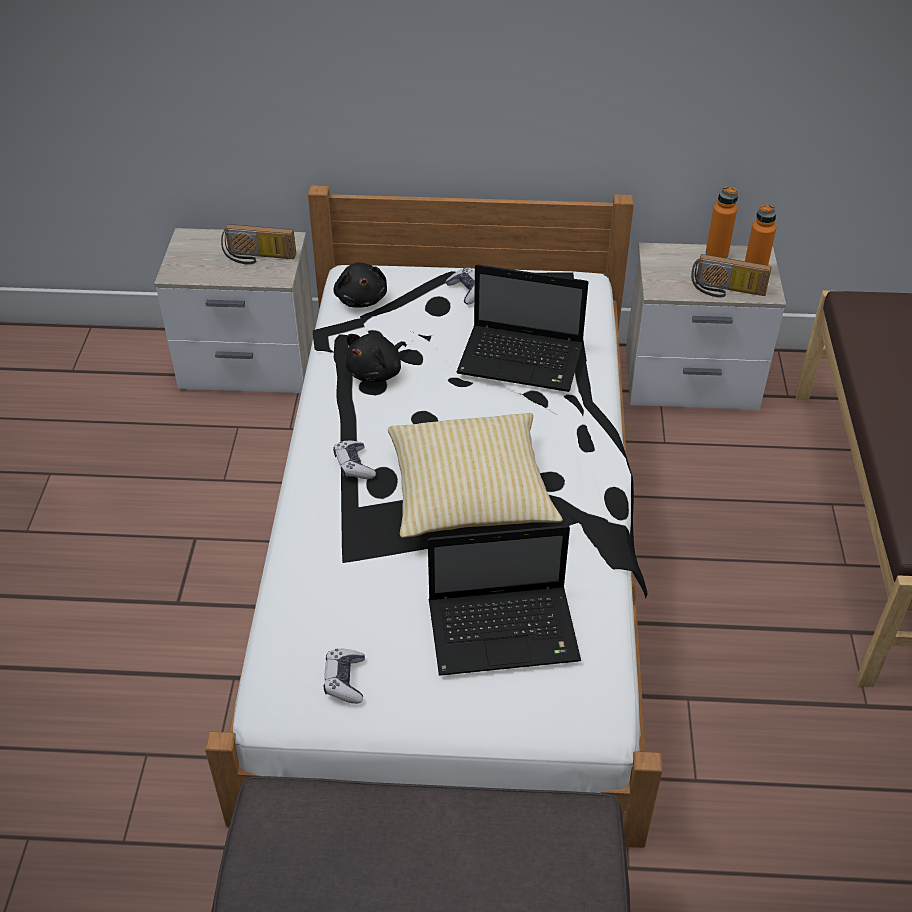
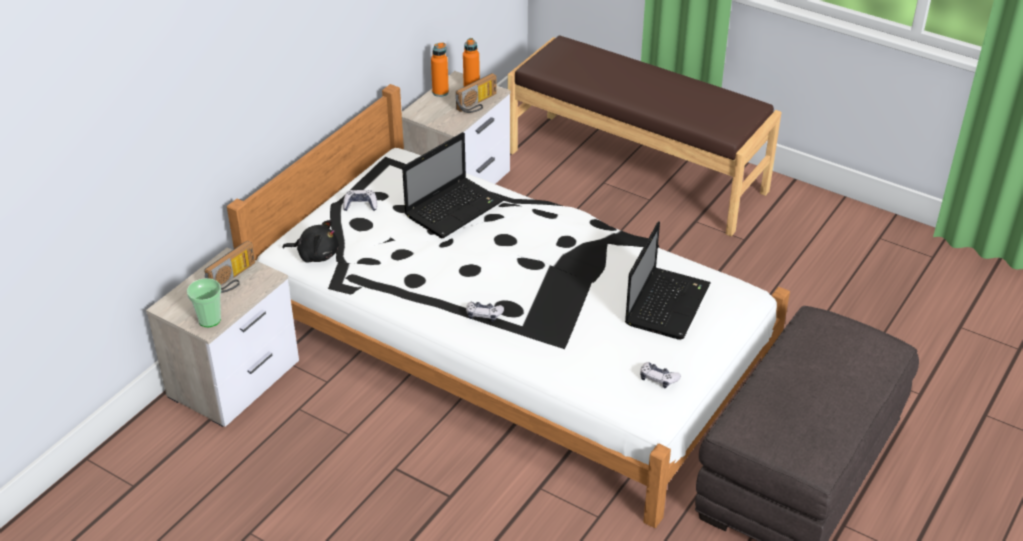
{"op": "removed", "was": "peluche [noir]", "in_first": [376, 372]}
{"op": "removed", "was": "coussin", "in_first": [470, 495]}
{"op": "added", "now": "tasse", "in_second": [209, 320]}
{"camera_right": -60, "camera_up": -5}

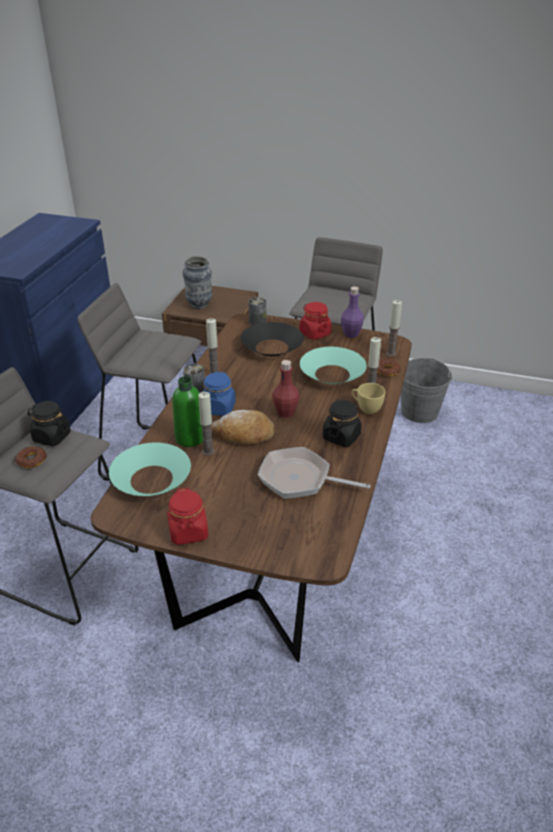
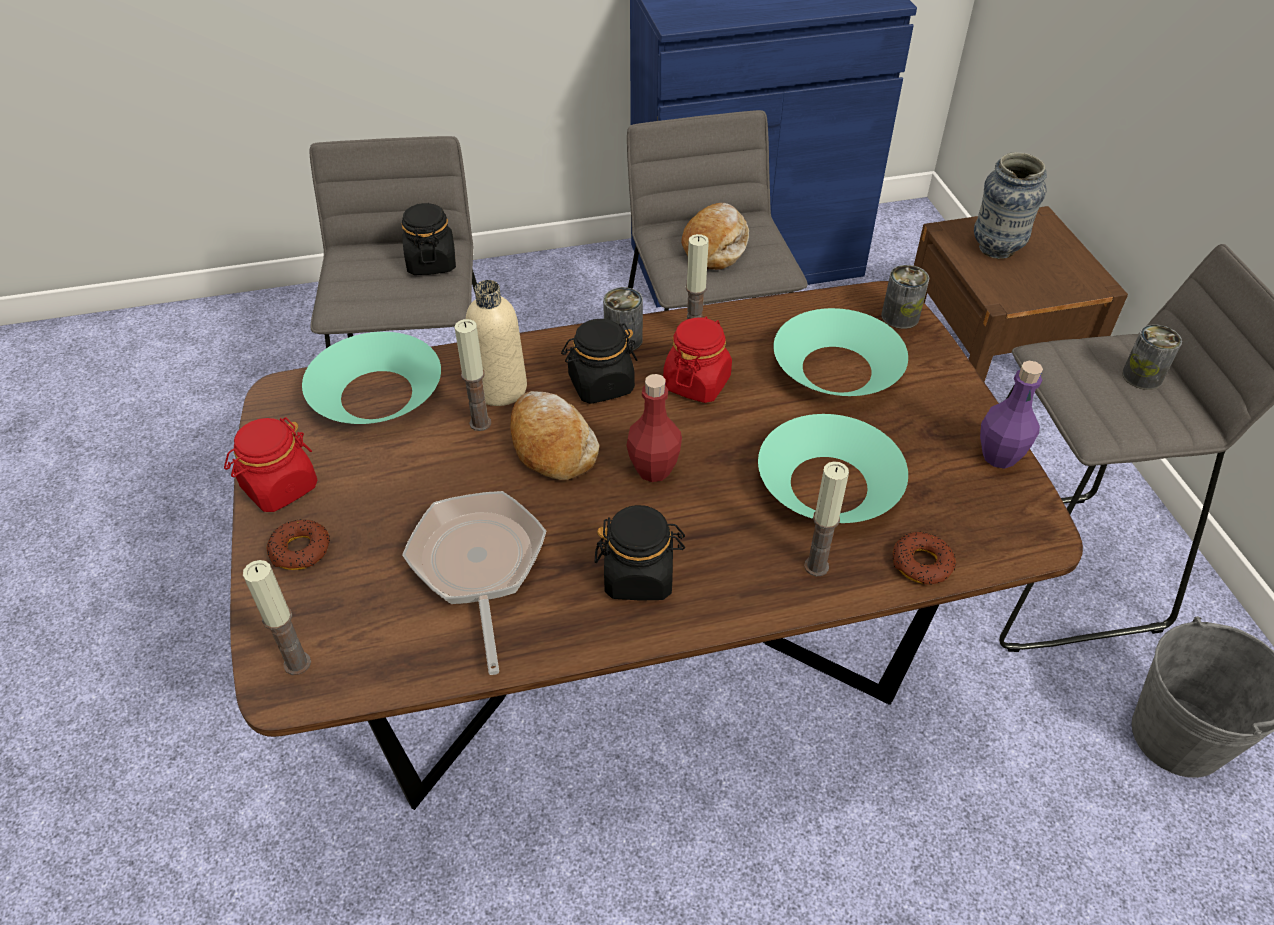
{"op": "moved", "was": "beignet", "in_first": [32, 460], "in_second": [300, 550]}
{"op": "recoloured", "was": "bouteille [vert]", "now": "bouteille [beige]", "in_first": [190, 438], "in_second": [500, 388]}
{"op": "recoloured", "was": "bocal [bleu]", "now": "bocal [noir]", "in_first": [218, 408], "in_second": [600, 385]}
{"op": "recoloured", "was": "bol [noir]", "now": "bol [turquoise]", "in_first": [272, 347], "in_second": [837, 368]}
{"op": "moved", "was": "bocal [rouge]", "in_first": [314, 333], "in_second": [696, 383]}
{"op": "removed", "was": "tasse [jaune]", "in_first": [366, 408]}
{"op": "moved", "was": "bougie", "in_first": [391, 353], "in_second": [297, 663]}
{"op": "added", "now": "pain", "in_second": [715, 246]}
{"op": "added", "now": "boîte métallique", "in_second": [1142, 376]}
{"camera_right": 60, "camera_up": 10}

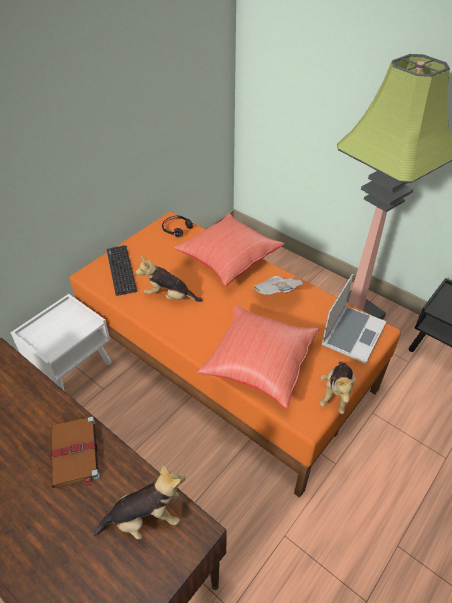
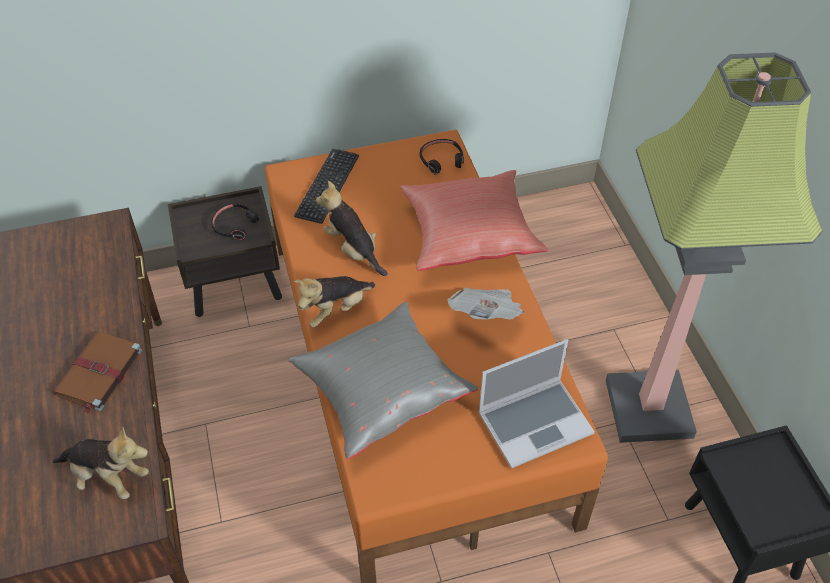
{"op": "recoloured", "was": "table de chevet [blanc]", "now": "table de chevet [marron]", "in_first": [74, 370], "in_second": [236, 285]}
{"op": "recoloured", "was": "coussin [rouge]", "now": "coussin [gris]", "in_first": [258, 363], "in_second": [381, 391]}
{"op": "moved", "was": "peluche", "in_first": [336, 393], "in_second": [335, 310]}
{"op": "added", "now": "casque audio [noir]", "in_second": [234, 225]}
{"camera_right": 35, "camera_up": 5}

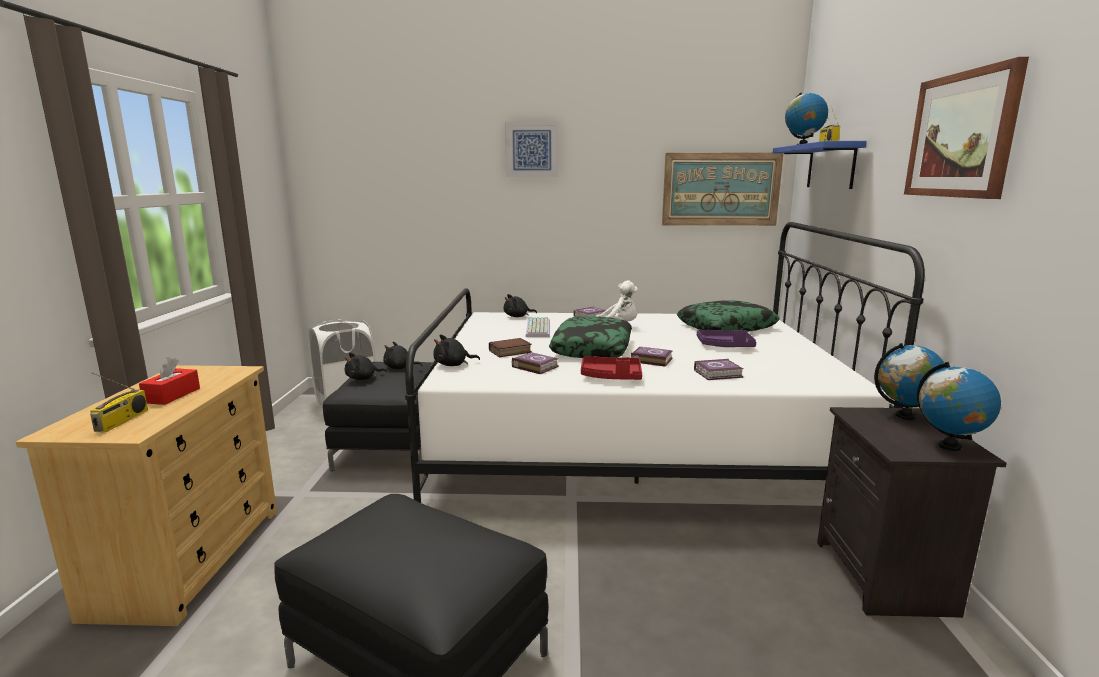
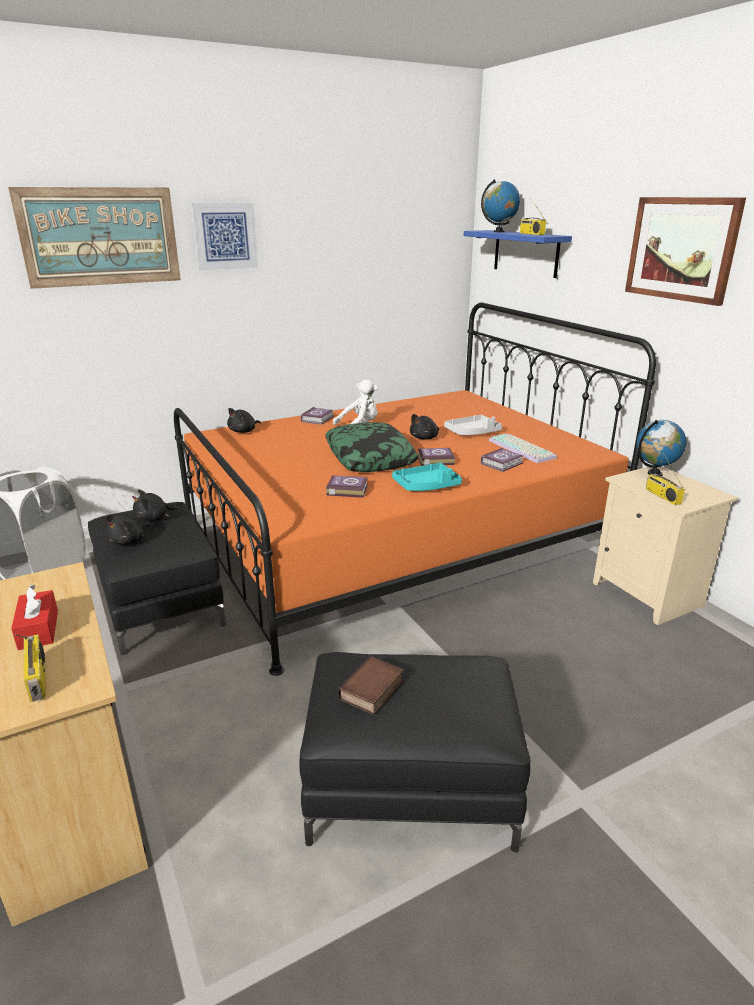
{"op": "recoloured", "was": "lit [blanc]", "now": "lit [orange]", "in_first": [628, 447], "in_second": [394, 541]}
{"op": "moved", "was": "peluche [noir]", "in_first": [453, 365], "in_second": [425, 438]}
{"op": "moved", "was": "livre", "in_first": [510, 352], "in_second": [372, 691]}
{"op": "moved", "was": "clavier", "in_first": [539, 328], "in_second": [523, 449]}
{"op": "recoloured", "was": "plateau [rouge]", "now": "plateau [turquoise]", "in_first": [611, 377], "in_second": [426, 486]}
{"op": "moved", "was": "tableau", "in_first": [721, 189], "in_second": [100, 237]}
{"op": "removed", "was": "coussin", "in_first": [726, 327]}
{"op": "recoloured", "was": "plateau [violet]", "now": "plateau [gris]", "in_first": [725, 346], "in_second": [472, 432]}
{"op": "recoloured", "was": "table de chevet [noir]", "now": "table de chevet [beige]", "in_first": [886, 578], "in_second": [649, 594]}
{"op": "removed", "was": "globe", "in_first": [949, 446]}
{"op": "added", "now": "radio", "in_second": [662, 496]}
{"camera_right": -30, "camera_up": 10}

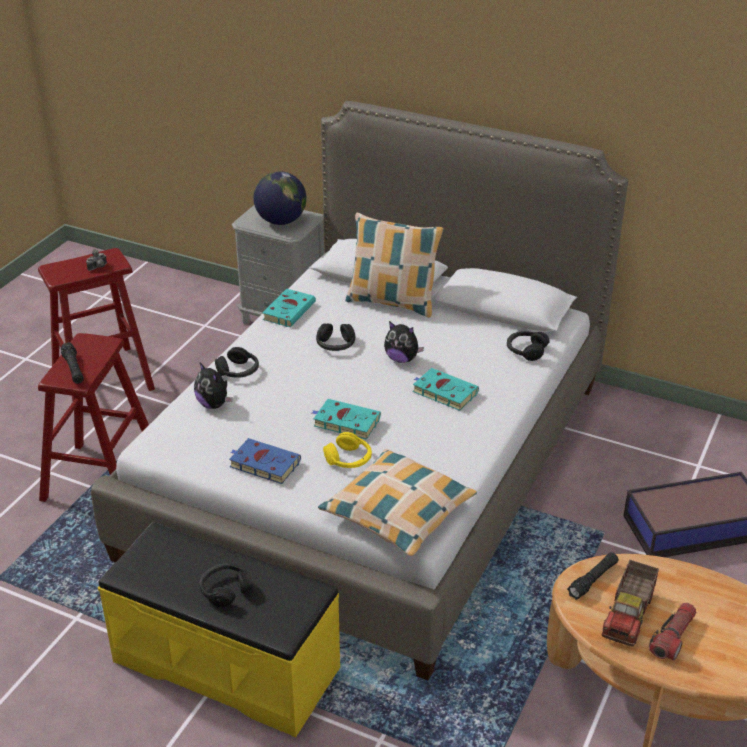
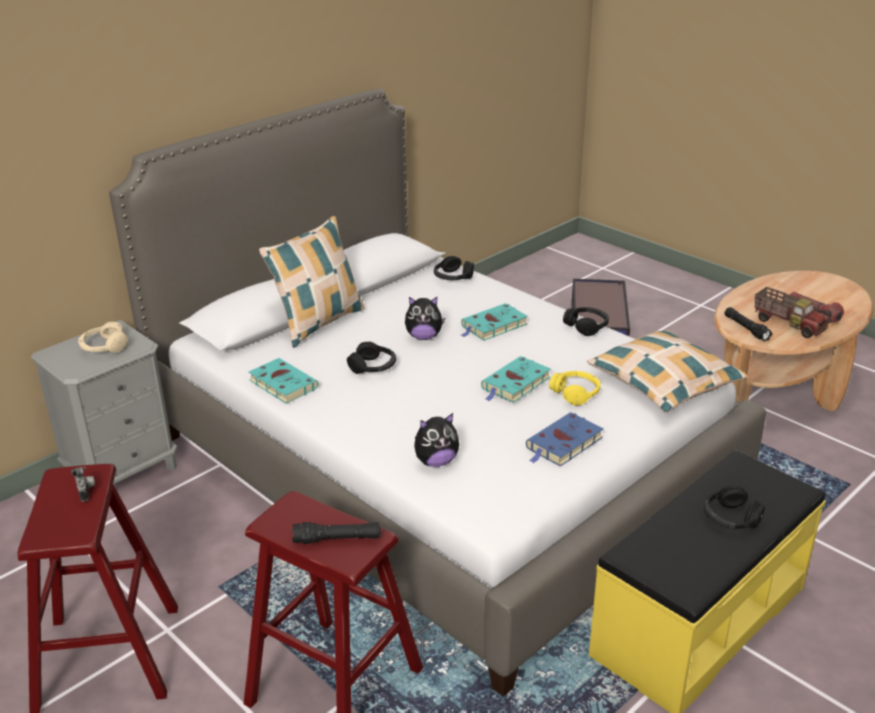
{"op": "moved", "was": "casque audio [noir]", "in_first": [238, 371], "in_second": [586, 326]}
{"op": "replaced", "was": "globe", "now": "casque audio [beige]", "in_first": [281, 221], "in_second": [104, 347]}
{"op": "turned", "was": "peluche", "in_first": [402, 359], "in_second": [424, 337], "clockwise": 45}
{"camera_right": -70, "camera_up": -5}

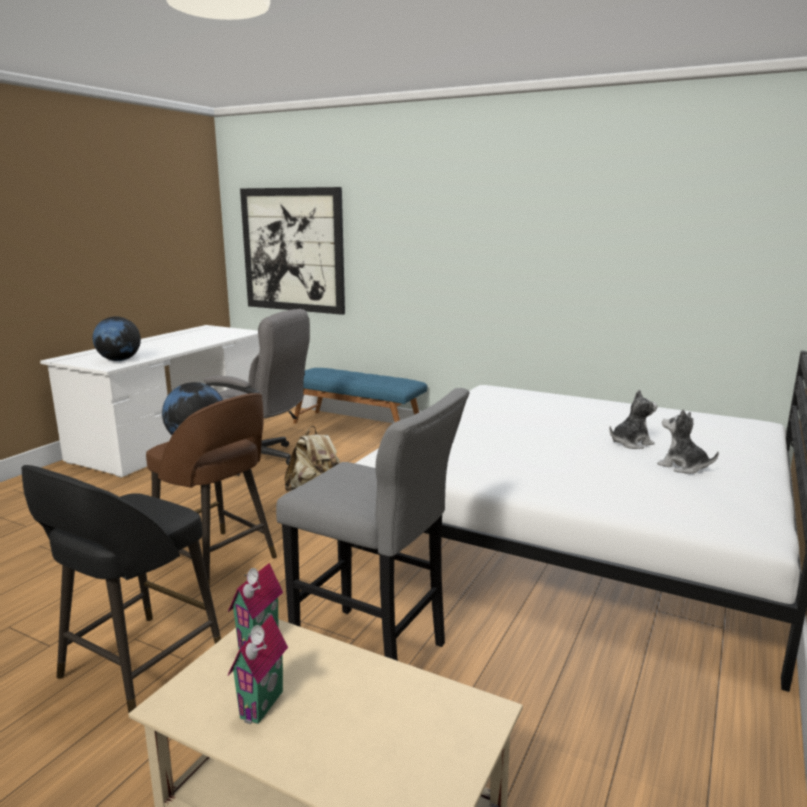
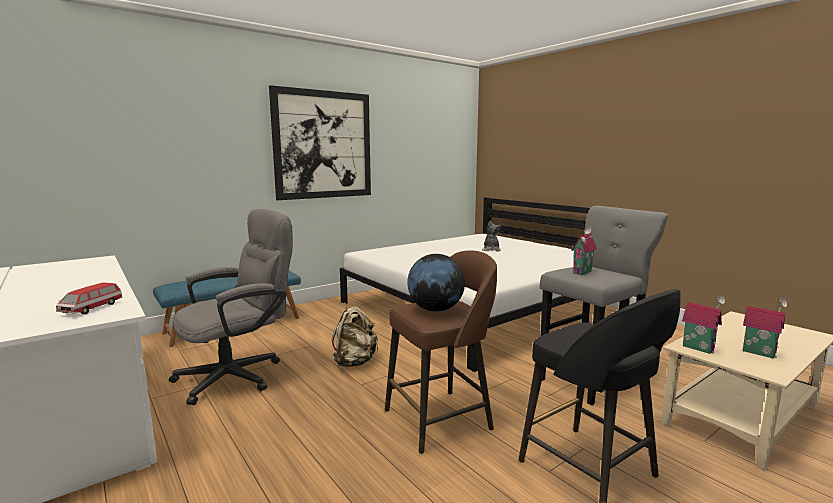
{"op": "replaced", "was": "globe", "now": "petite voiture", "in_first": [119, 360], "in_second": [91, 308]}
{"op": "moved", "was": "tableau", "in_first": [293, 250], "in_second": [323, 145]}
{"op": "removed", "was": "peluche", "in_first": [682, 467]}
{"op": "added", "now": "maison miniature", "in_second": [583, 272]}
{"camera_right": -65, "camera_up": -5}

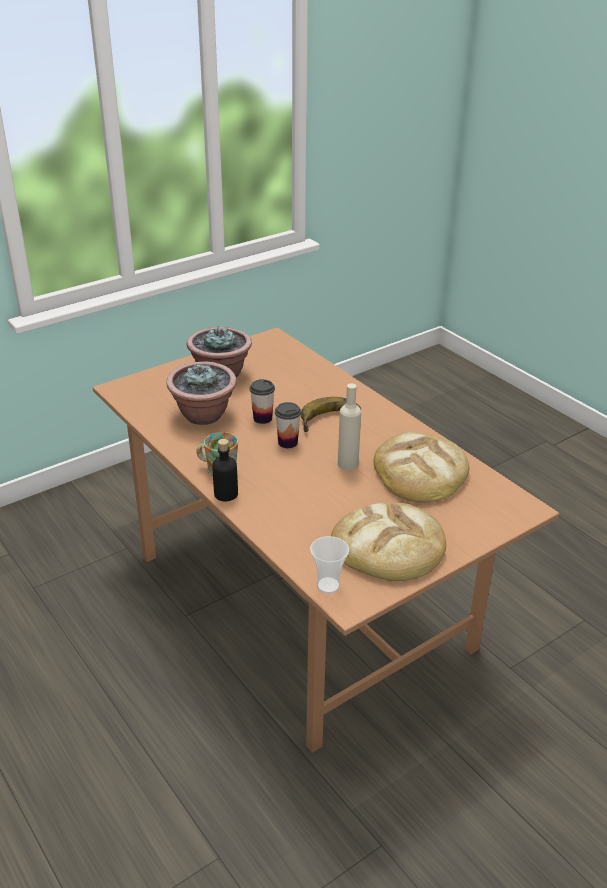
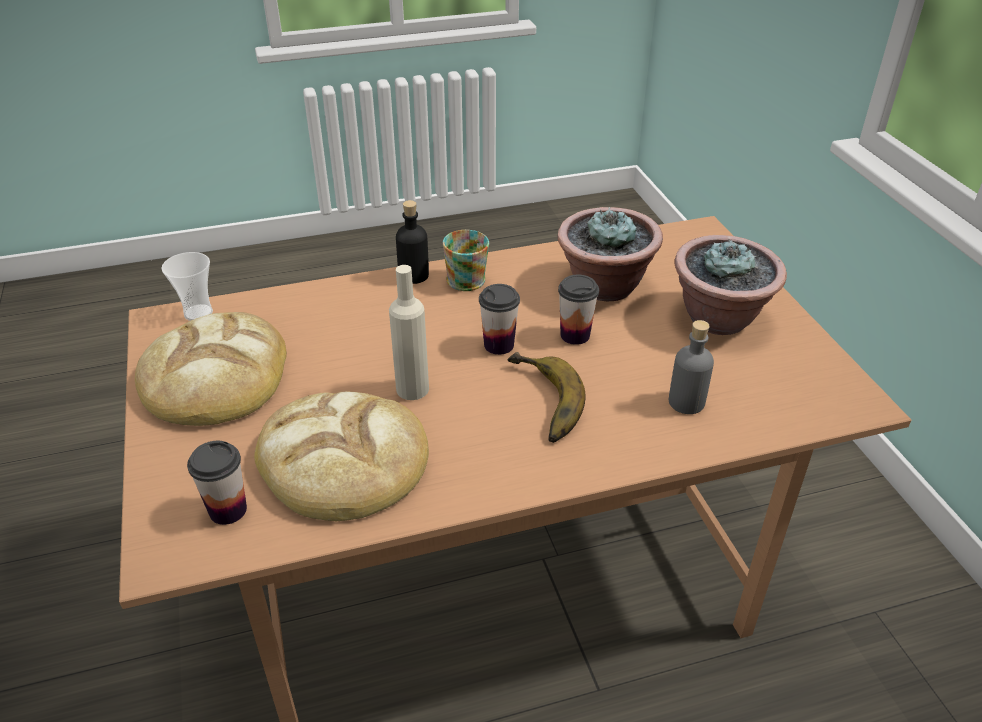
{"op": "added", "now": "tasse", "in_second": [228, 510]}
{"op": "added", "now": "bouteille [gris]", "in_second": [686, 402]}
{"camera_right": 110, "camera_up": 5}

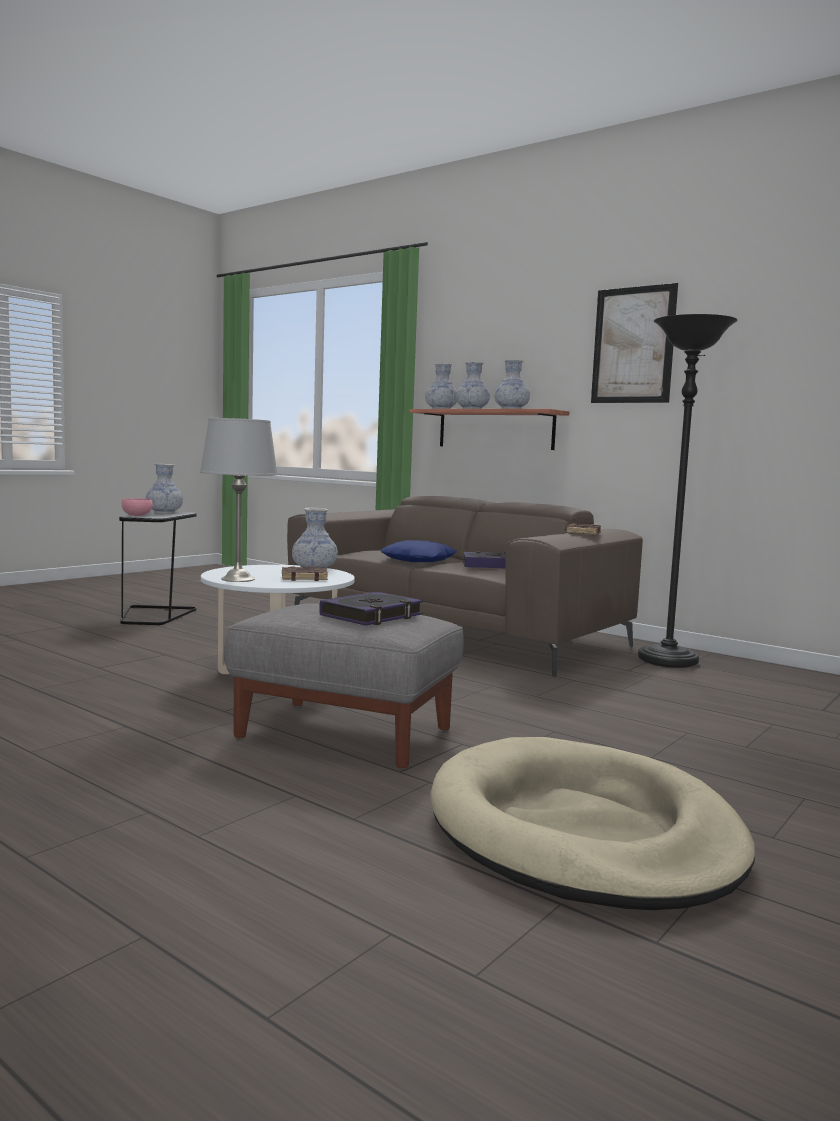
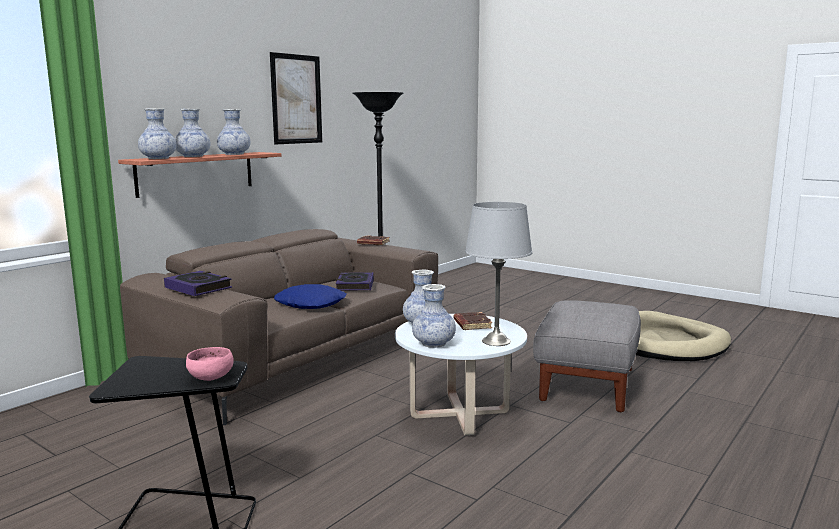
{"op": "moved", "was": "vase", "in_first": [164, 512], "in_second": [433, 343]}
{"op": "moved", "was": "livre", "in_first": [371, 616], "in_second": [198, 288]}
{"camera_right": -90, "camera_up": 5}

